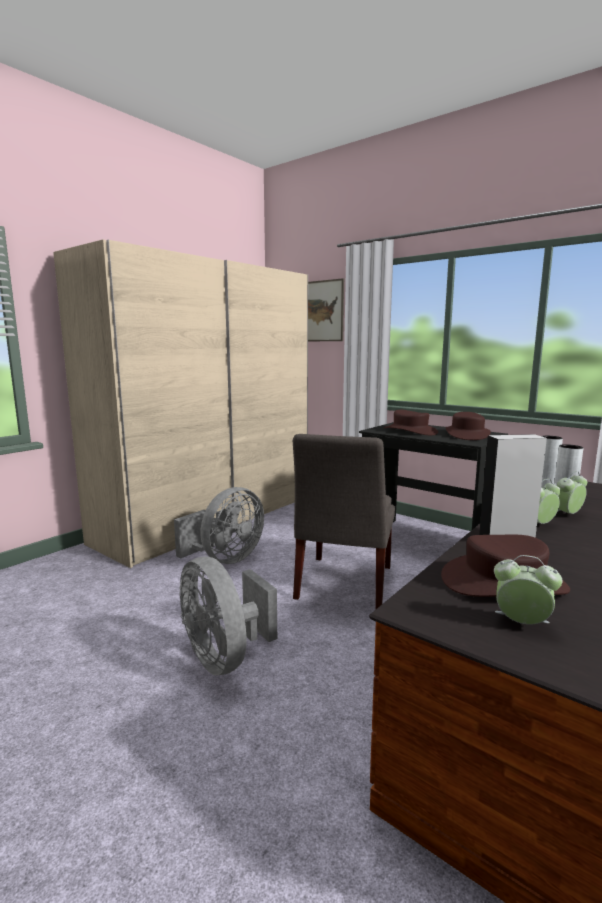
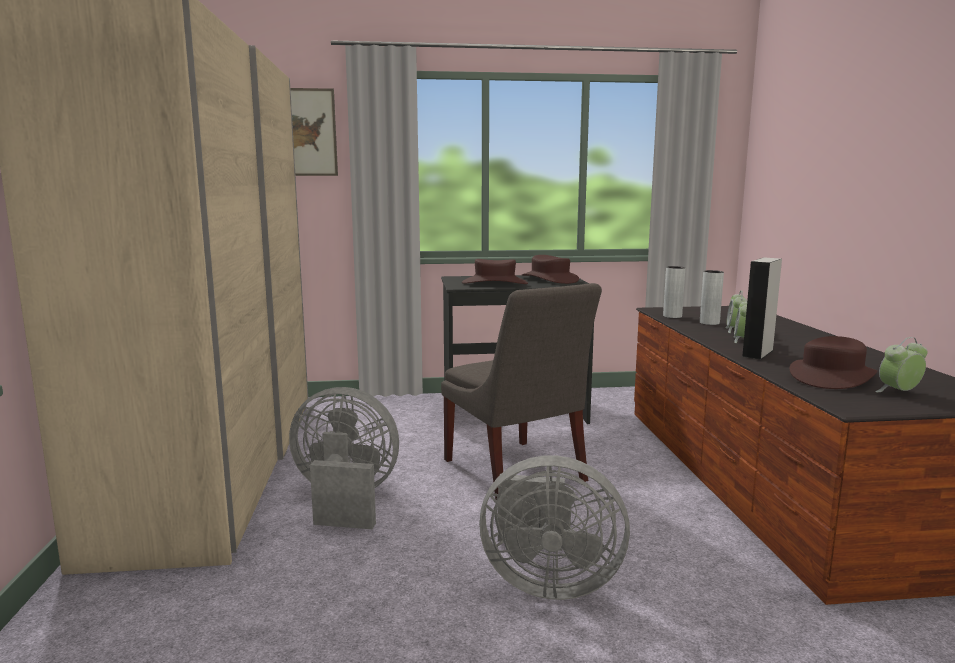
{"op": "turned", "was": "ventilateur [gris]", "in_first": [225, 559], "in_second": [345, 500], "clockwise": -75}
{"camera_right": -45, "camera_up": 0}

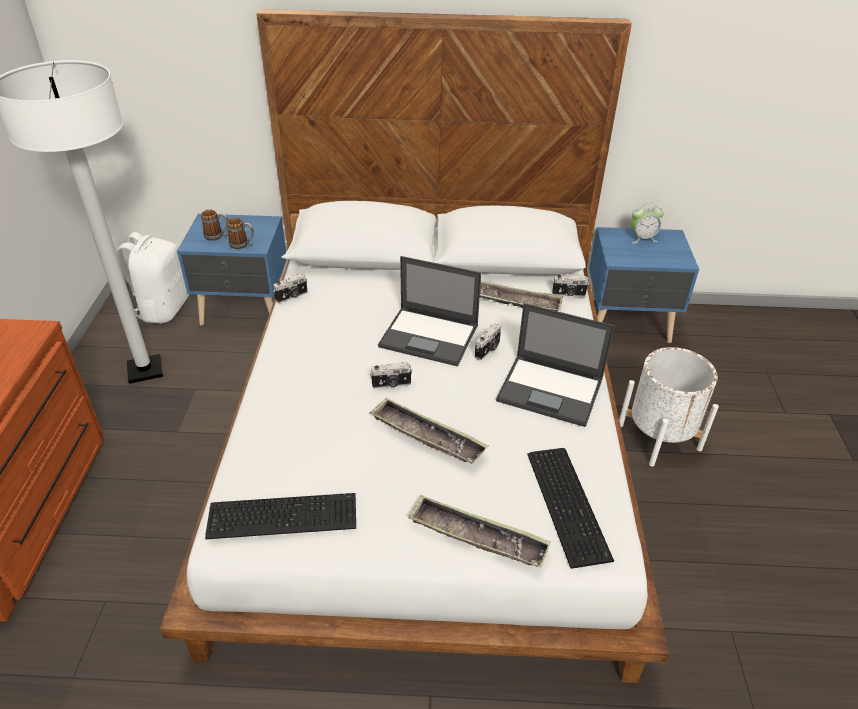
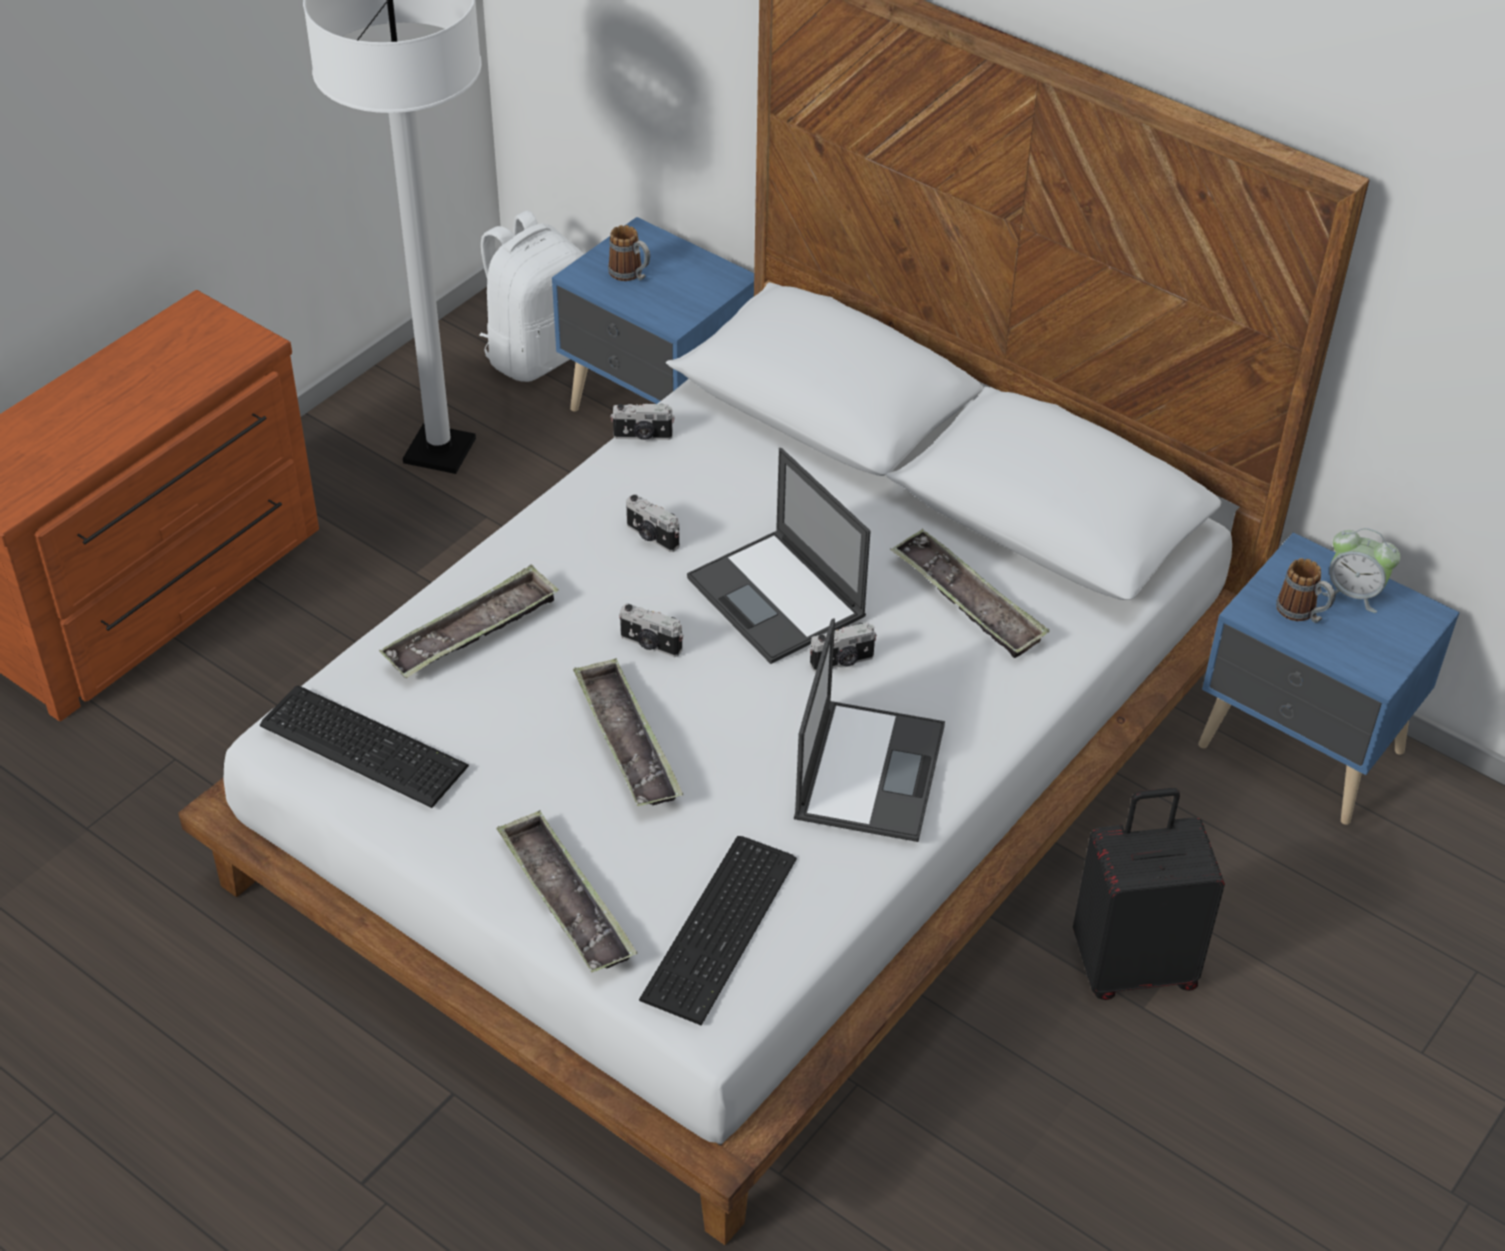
{"op": "moved", "was": "mug", "in_first": [243, 245], "in_second": [1302, 614]}
{"op": "turned", "was": "ordinateur portable", "in_first": [551, 390], "in_second": [869, 770], "clockwise": -135}
{"op": "moved", "was": "appareil photo", "in_first": [568, 294], "in_second": [651, 537]}
{"op": "replaced", "was": "cache-pot [blanc]", "now": "valise [noir]", "in_first": [659, 437], "in_second": [1133, 964]}
{"op": "added", "now": "plateau", "in_second": [472, 631]}
{"camera_right": 35, "camera_up": 5}

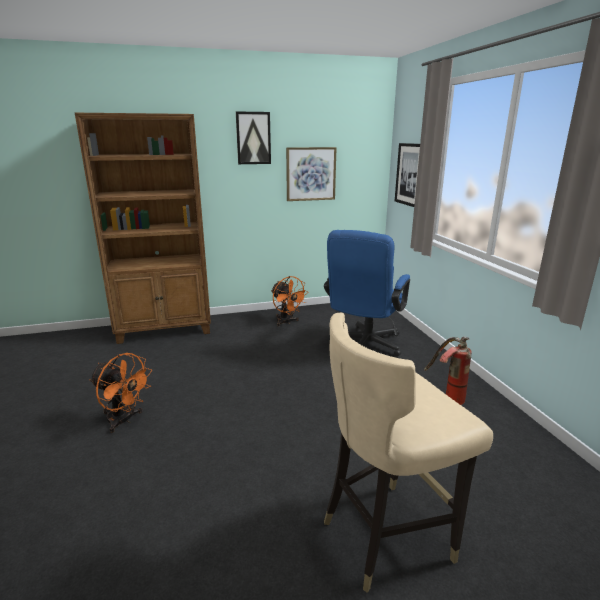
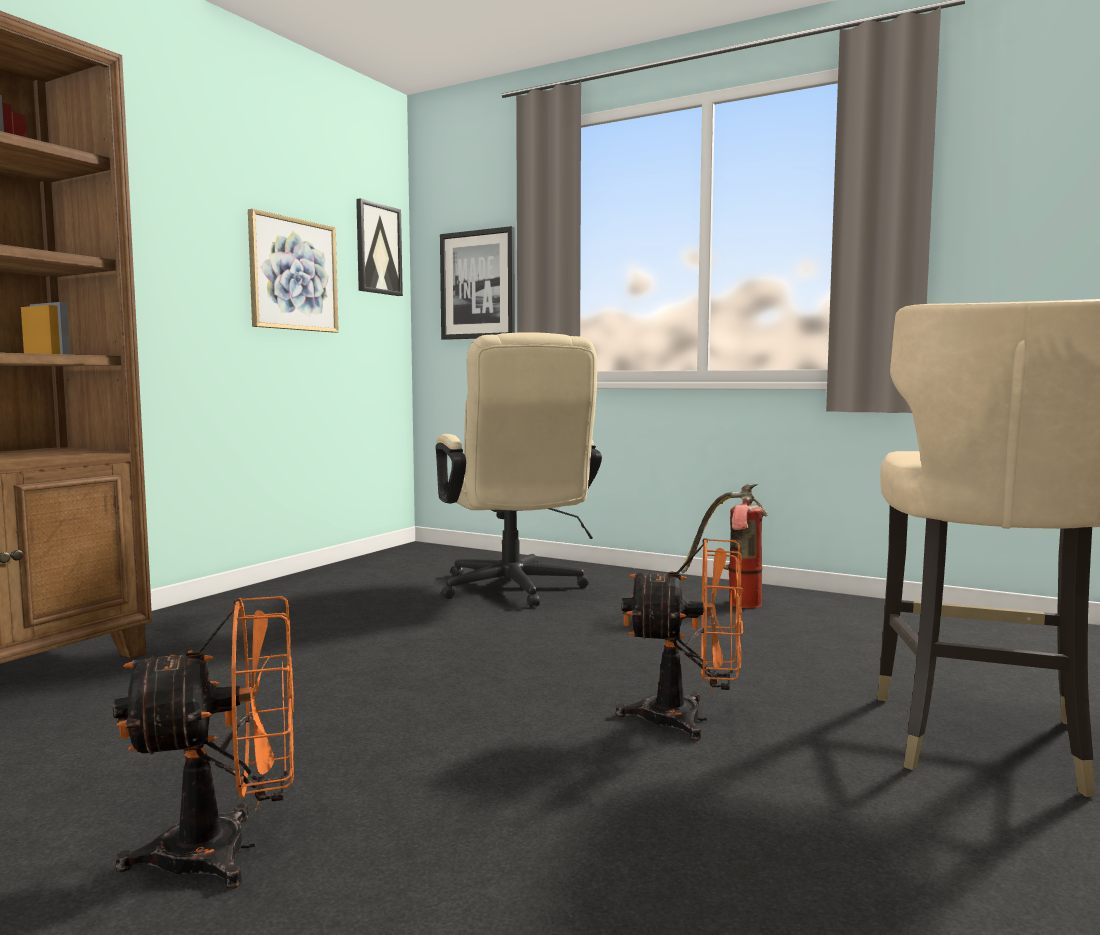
{"op": "moved", "was": "tableau", "in_first": [253, 138], "in_second": [378, 249]}
{"op": "moved", "was": "ventilateur [orange]", "in_first": [287, 322], "in_second": [688, 719]}
{"op": "recoloured", "was": "chaise de bureau [bleu]", "now": "chaise de bureau [beige]", "in_first": [364, 346], "in_second": [515, 591]}
{"camera_right": -45, "camera_up": -15}

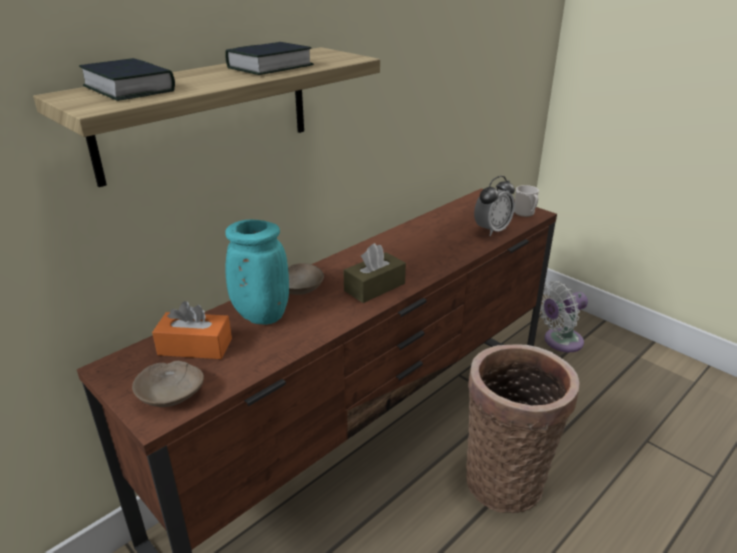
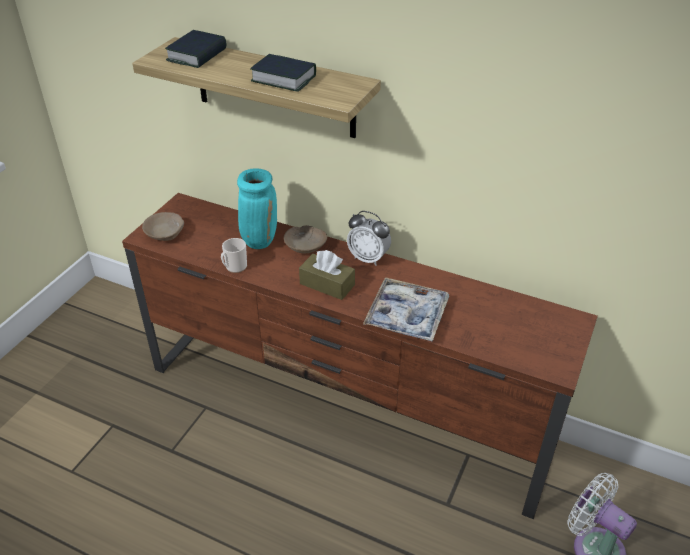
{"op": "removed", "was": "boîte à mouchoirs [orange]", "in_first": [195, 346]}
{"op": "removed", "was": "panier", "in_first": [506, 478]}
{"op": "moved", "was": "réveil", "in_first": [492, 230], "in_second": [368, 258]}
{"op": "moved", "was": "mug", "in_first": [525, 213], "in_second": [234, 267]}
{"op": "added", "now": "plateau", "in_second": [406, 316]}
{"camera_right": 70, "camera_up": 10}

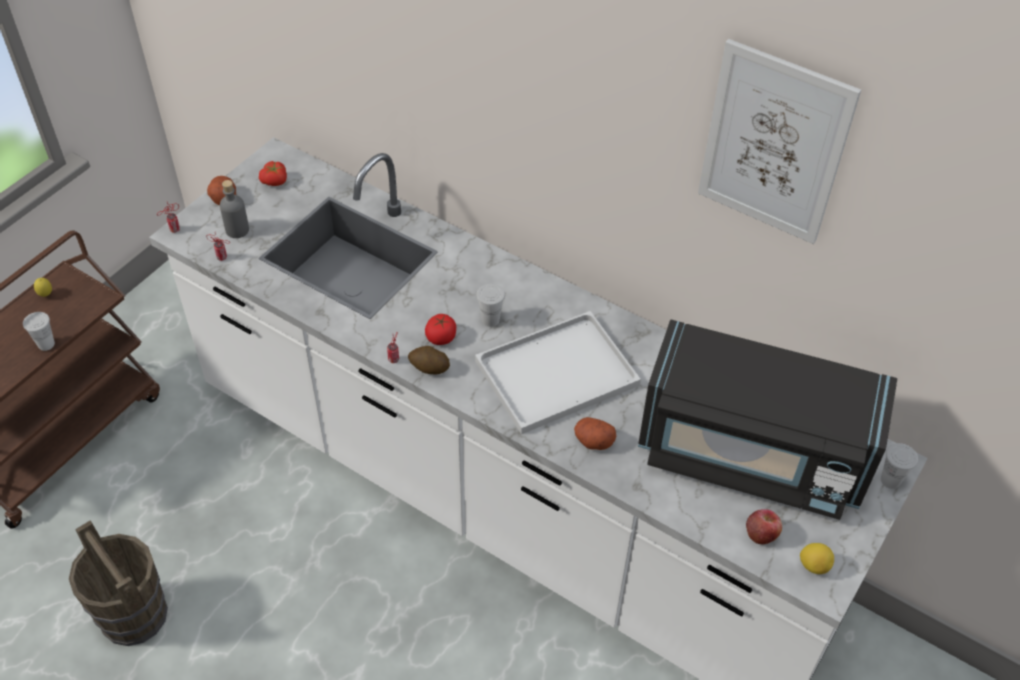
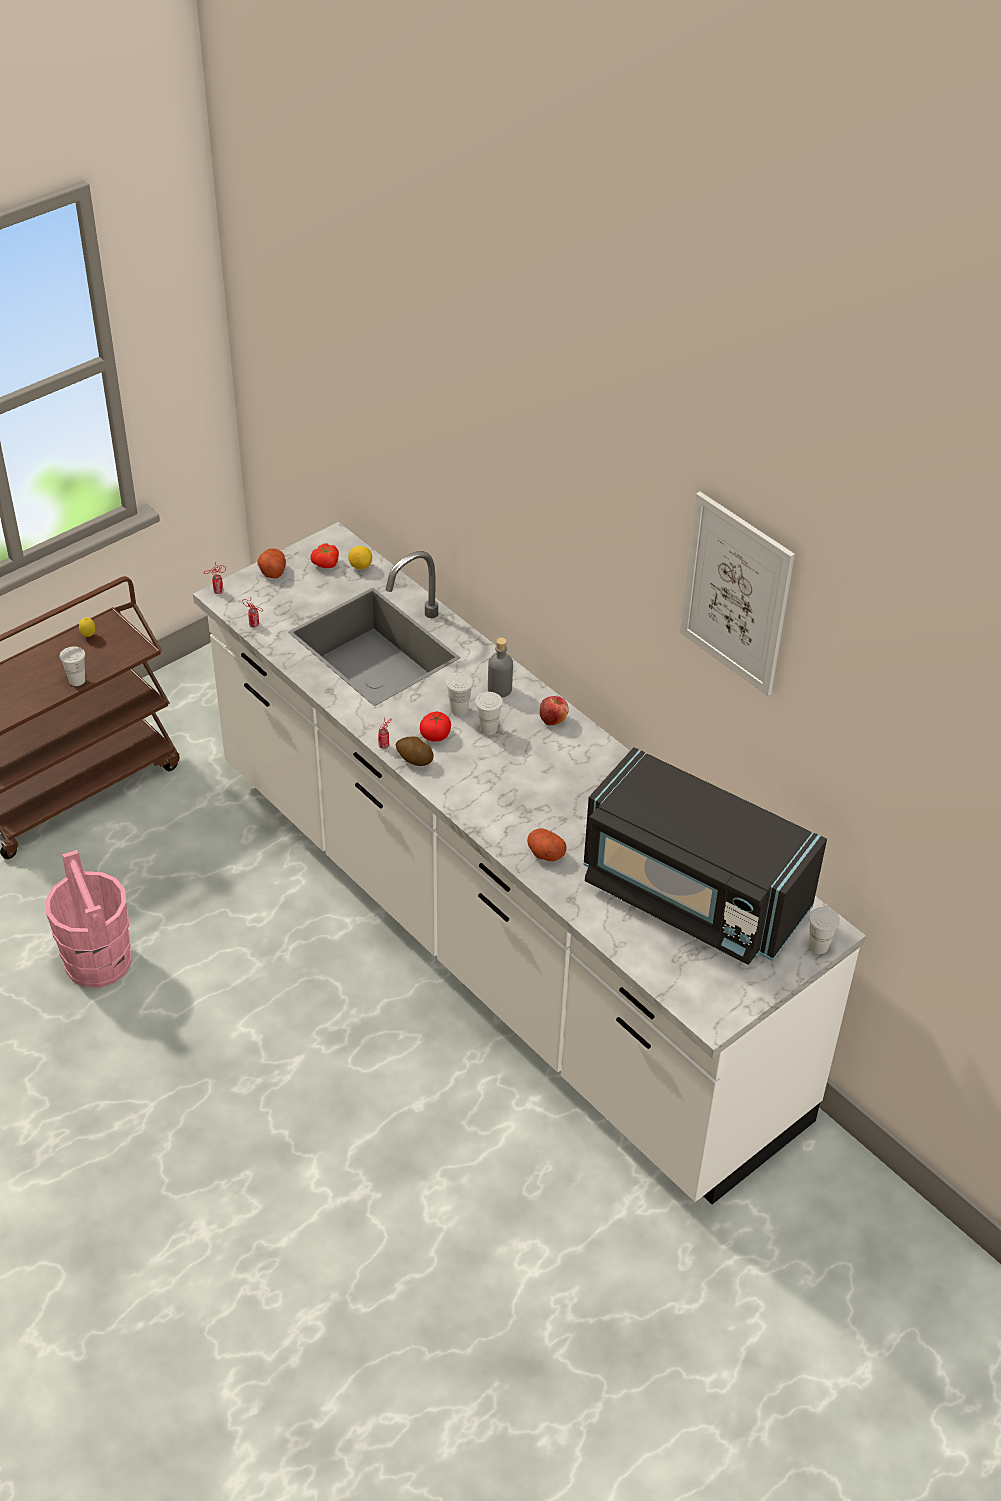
{"op": "recoloured", "was": "seau [marron]", "now": "seau [rose]", "in_first": [133, 614], "in_second": [98, 961]}
{"op": "moved", "was": "bouteille [gris]", "in_first": [237, 230], "in_second": [499, 689]}
{"op": "removed", "was": "plateau [blanc]", "in_first": [555, 375]}
{"op": "moved", "was": "pomme", "in_first": [761, 534], "in_second": [553, 719]}
{"op": "moved", "was": "citron", "in_first": [814, 565], "in_second": [360, 566]}
{"op": "added", "now": "tasse [blanc]", "in_second": [459, 709]}
{"camera_right": 15, "camera_up": -5}

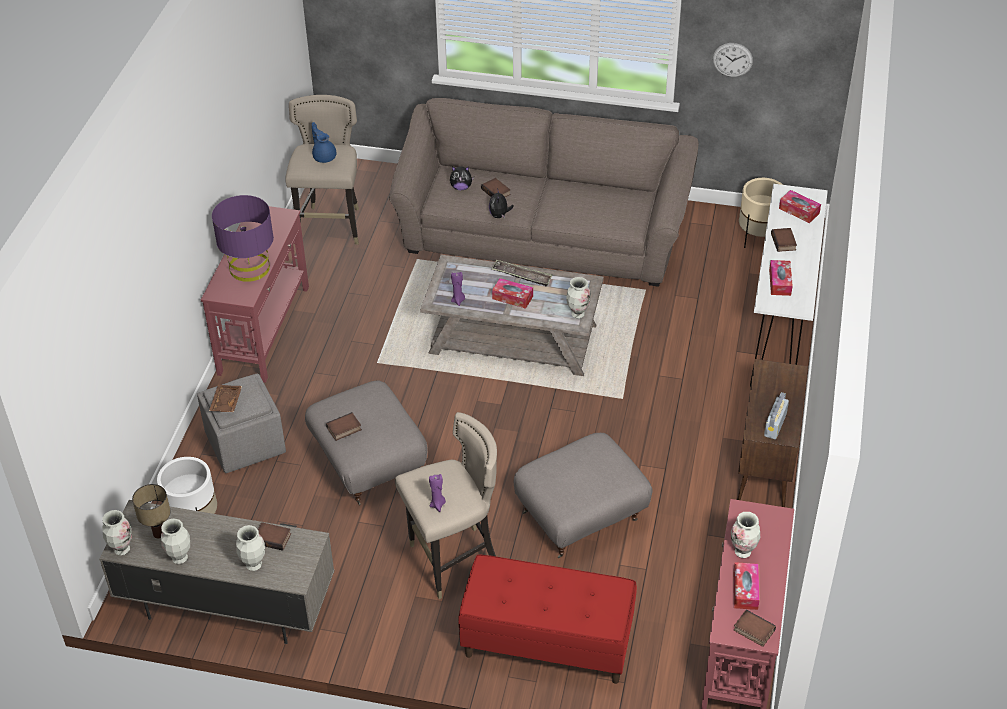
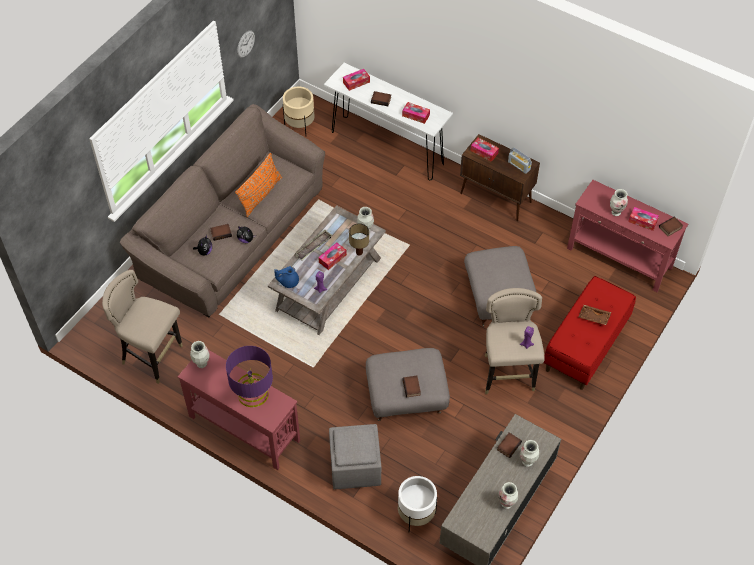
{"op": "moved", "was": "vase", "in_first": [122, 549], "in_second": [202, 364]}
{"op": "moved", "was": "lampe de table", "in_first": [159, 534], "in_second": [359, 252]}
{"op": "moved", "was": "plateau [marron]", "in_first": [225, 402], "in_second": [593, 317]}
{"op": "moved", "was": "théière [bleu]", "in_first": [324, 156], "in_second": [288, 282]}
{"op": "added", "now": "coussin [orange]", "in_second": [261, 195]}
{"op": "added", "now": "boîte à mouchoirs", "in_second": [484, 152]}
{"camera_right": -70, "camera_up": 10}

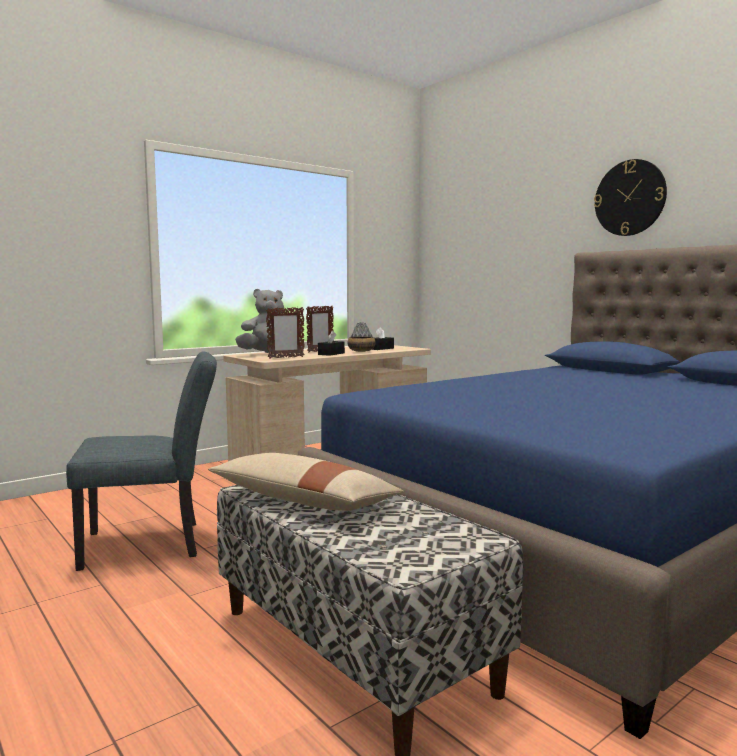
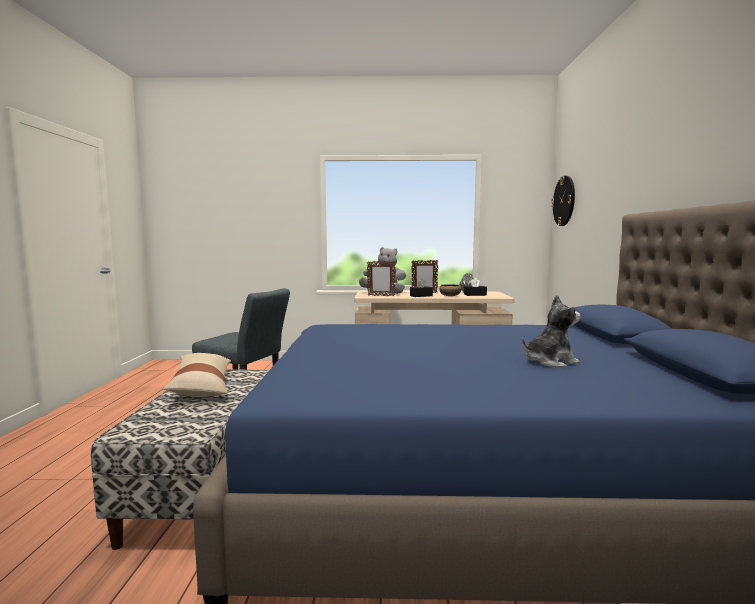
{"op": "moved", "was": "horloge murale", "in_first": [630, 198], "in_second": [564, 201]}
{"op": "added", "now": "peluche", "in_second": [549, 362]}
{"camera_right": 40, "camera_up": 0}

